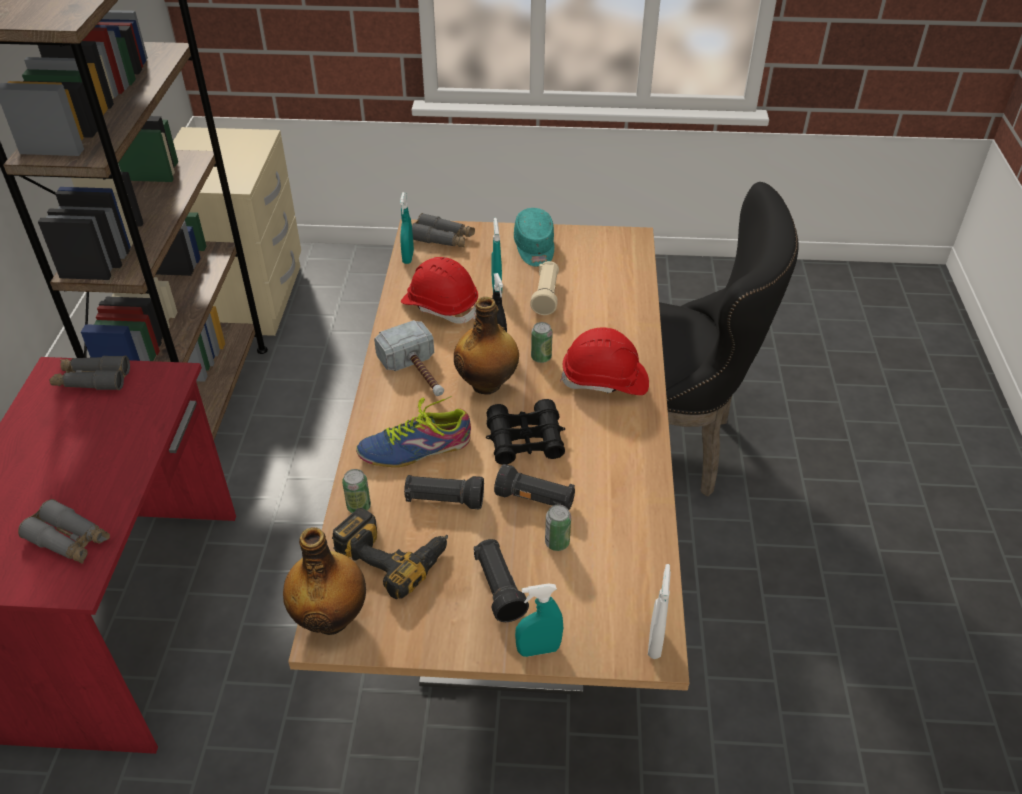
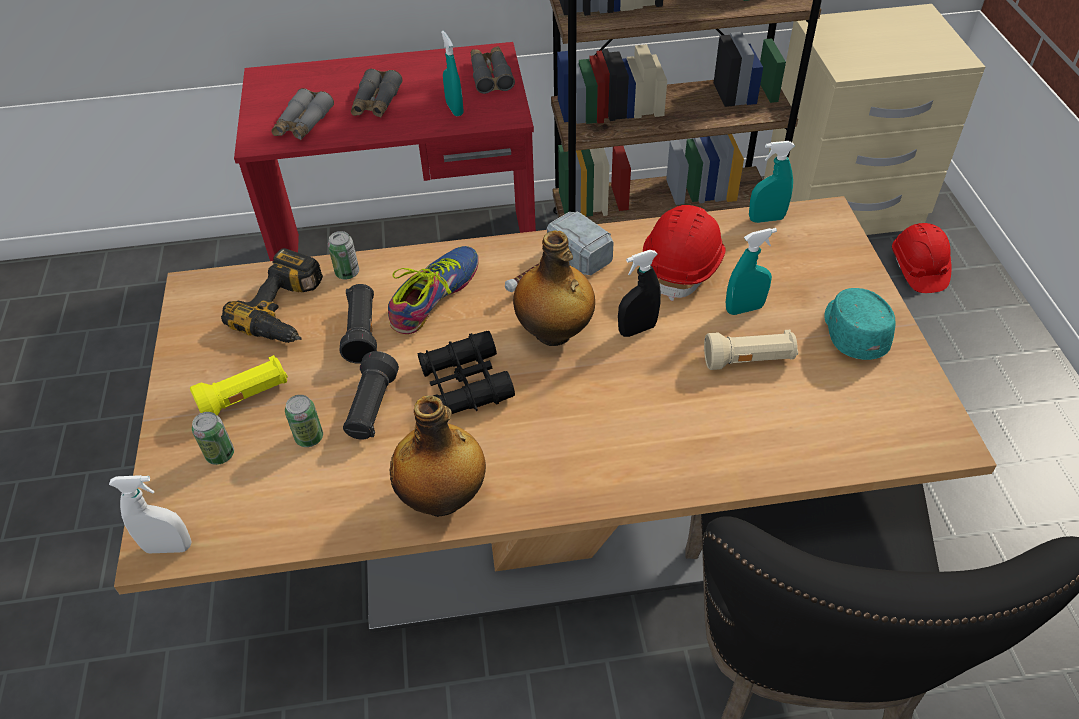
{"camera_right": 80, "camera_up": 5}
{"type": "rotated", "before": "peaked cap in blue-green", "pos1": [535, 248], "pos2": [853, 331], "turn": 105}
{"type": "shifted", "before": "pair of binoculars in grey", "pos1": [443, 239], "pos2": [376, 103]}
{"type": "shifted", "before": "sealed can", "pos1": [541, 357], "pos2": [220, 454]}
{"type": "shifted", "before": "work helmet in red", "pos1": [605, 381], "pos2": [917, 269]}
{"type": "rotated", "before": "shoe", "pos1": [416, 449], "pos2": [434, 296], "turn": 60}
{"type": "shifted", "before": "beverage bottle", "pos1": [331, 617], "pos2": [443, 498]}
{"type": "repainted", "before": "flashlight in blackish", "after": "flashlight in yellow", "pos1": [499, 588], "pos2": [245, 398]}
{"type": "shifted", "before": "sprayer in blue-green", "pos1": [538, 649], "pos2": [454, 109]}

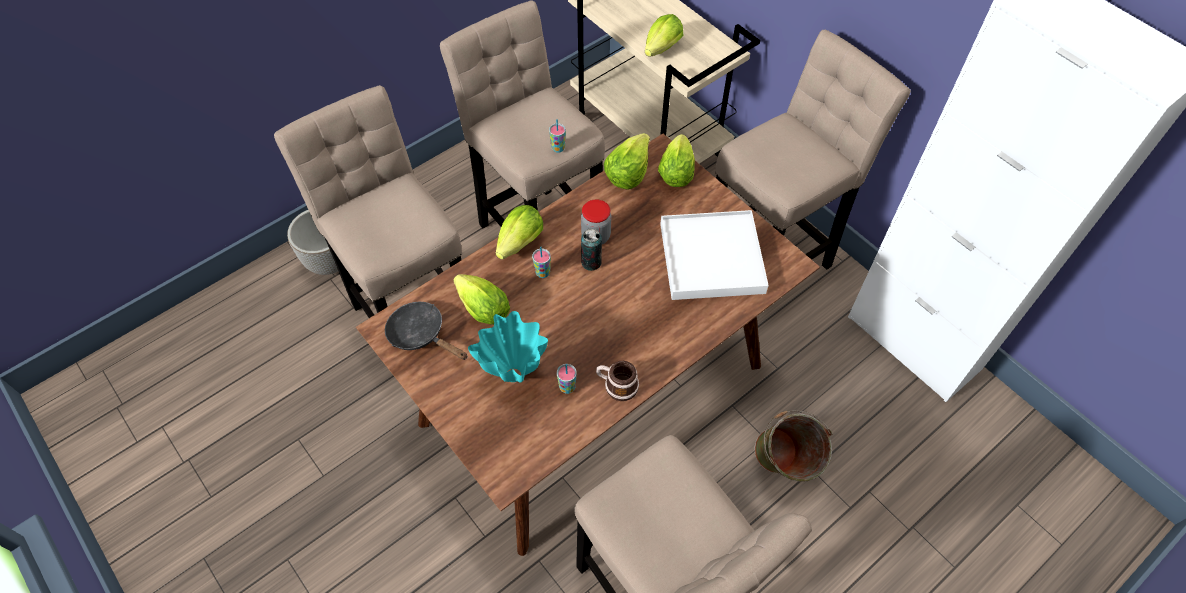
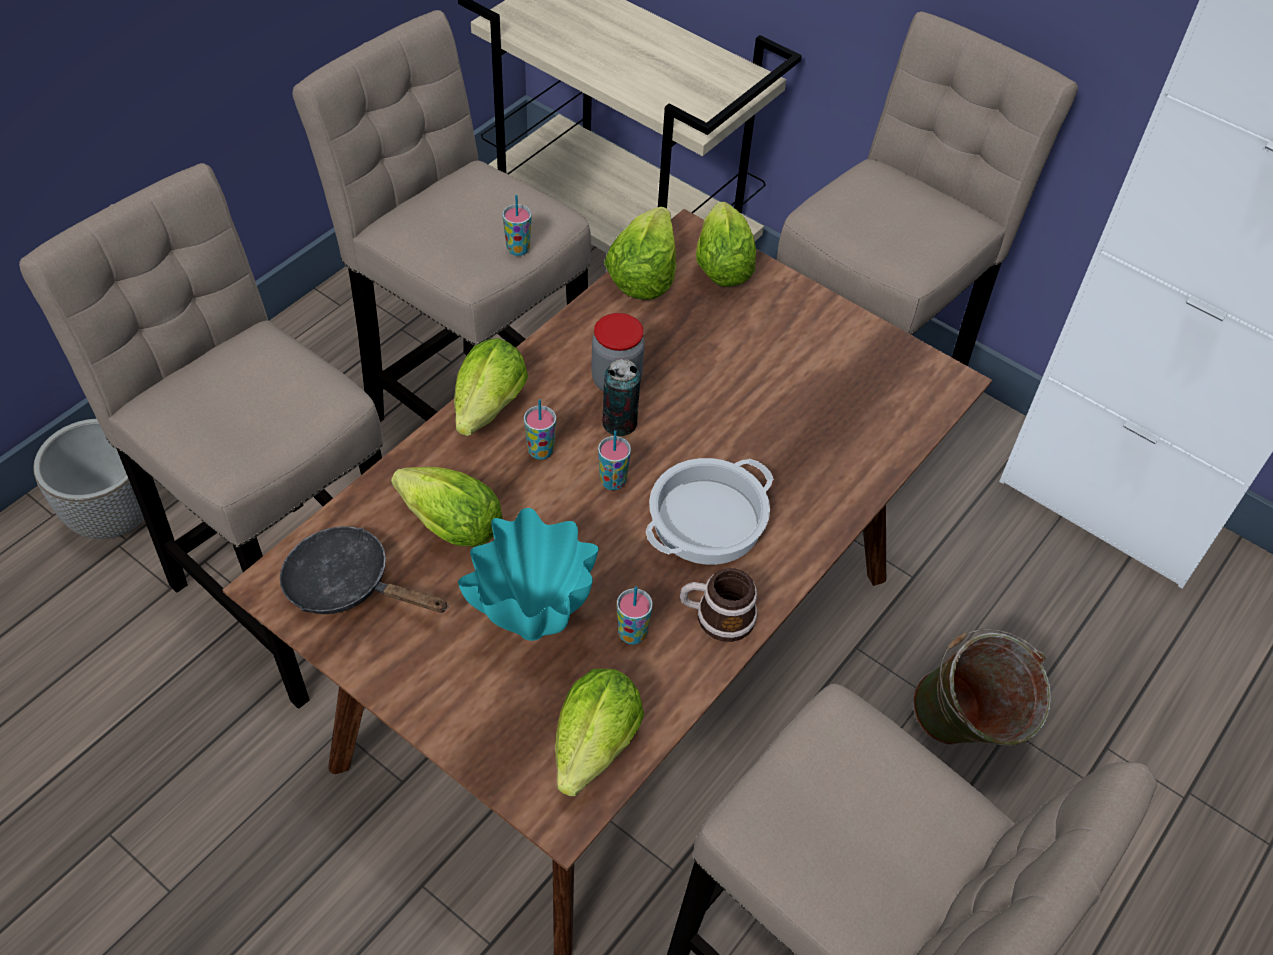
{"camera_right": -15, "camera_up": -5}
{"type": "shifted", "before": "lettuce", "pos1": [660, 50], "pos2": [591, 752]}
{"type": "gone", "before": "serving tray in white", "pos1": [711, 258]}
{"type": "new", "after": "small cup", "pos2": [613, 481]}
{"type": "new", "after": "cooking pot", "pos2": [707, 521]}

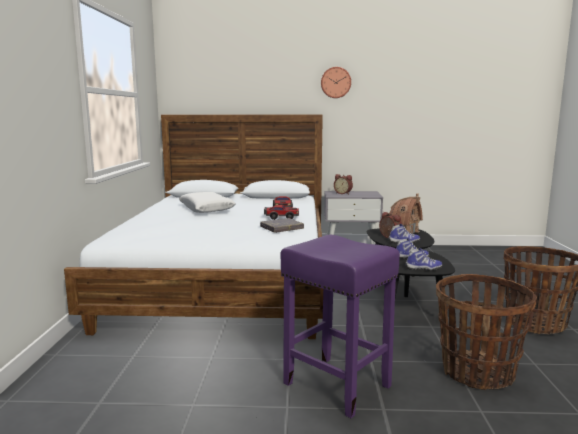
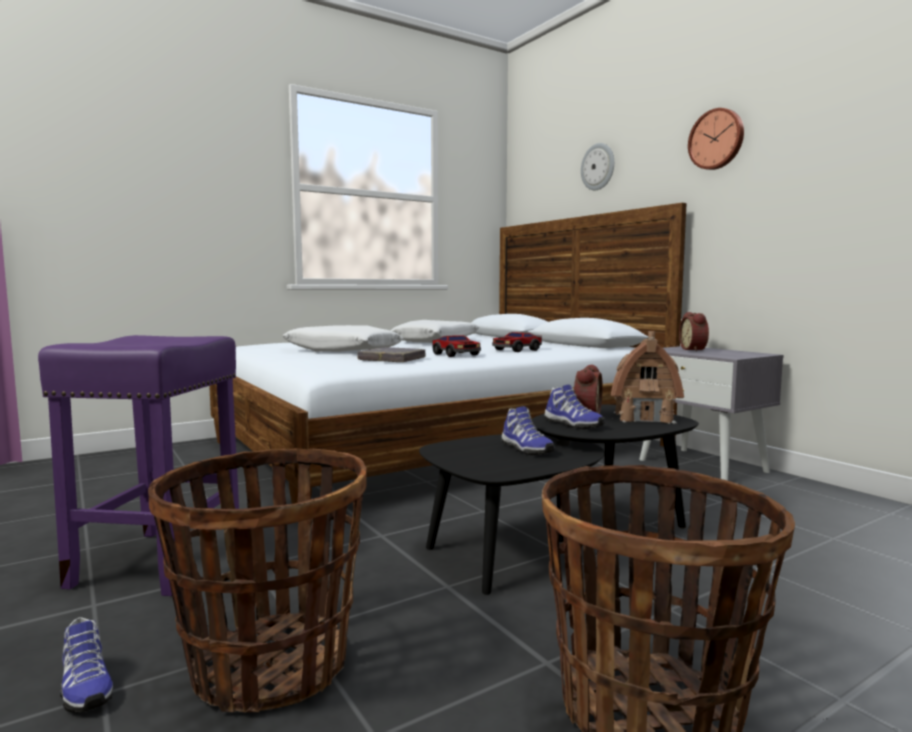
{"camera_right": 55, "camera_up": -5}
{"type": "shifted", "before": "shoe", "pos1": [423, 269], "pos2": [84, 687]}
{"type": "new", "after": "hanging clock", "pos2": [598, 167]}
{"type": "new", "after": "throw pillow in white", "pos2": [343, 351]}

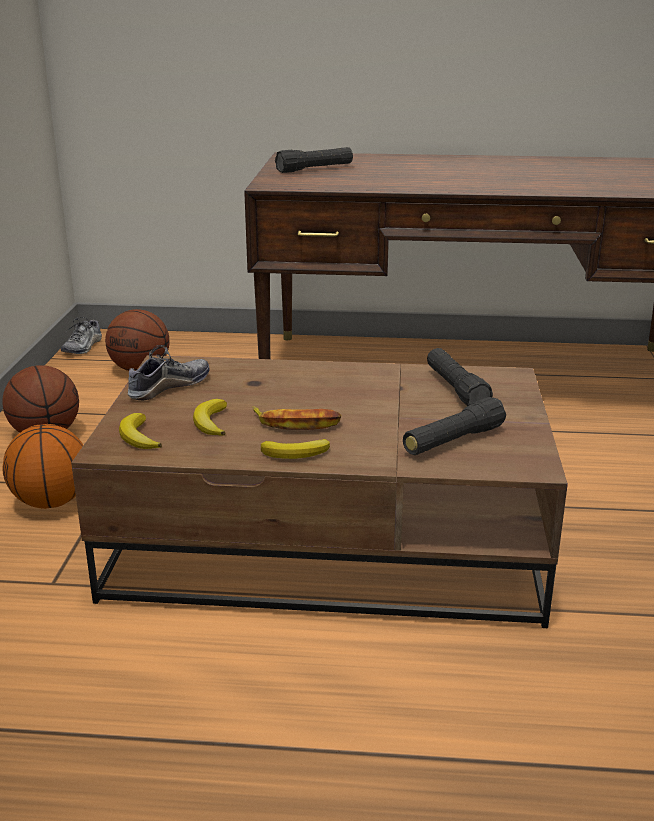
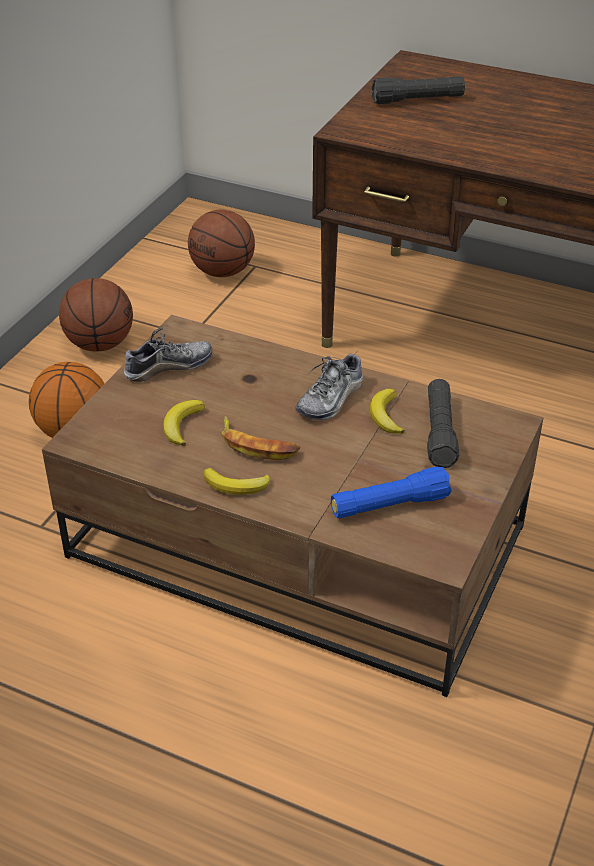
{"camera_right": 20, "camera_up": 15}
{"type": "shifted", "before": "shoe", "pos1": [83, 347], "pos2": [331, 399]}
{"type": "repainted", "before": "flashlight in blackish", "after": "flashlight in blue", "pos1": [453, 441], "pos2": [389, 505]}
{"type": "shifted", "before": "whole banana", "pos1": [138, 437], "pos2": [386, 415]}

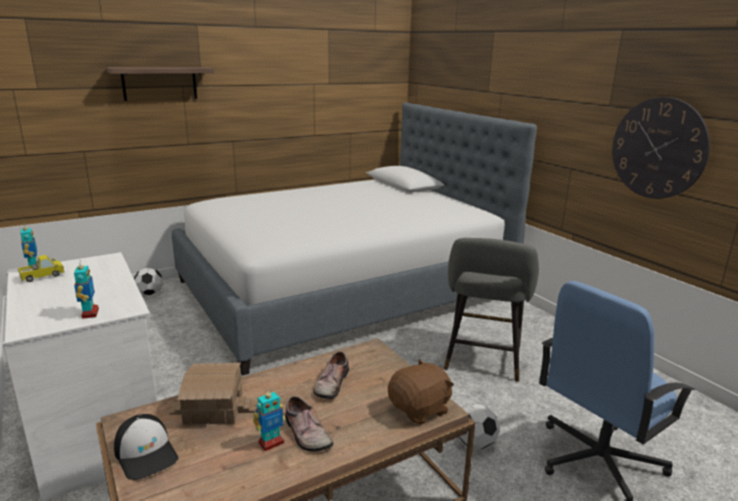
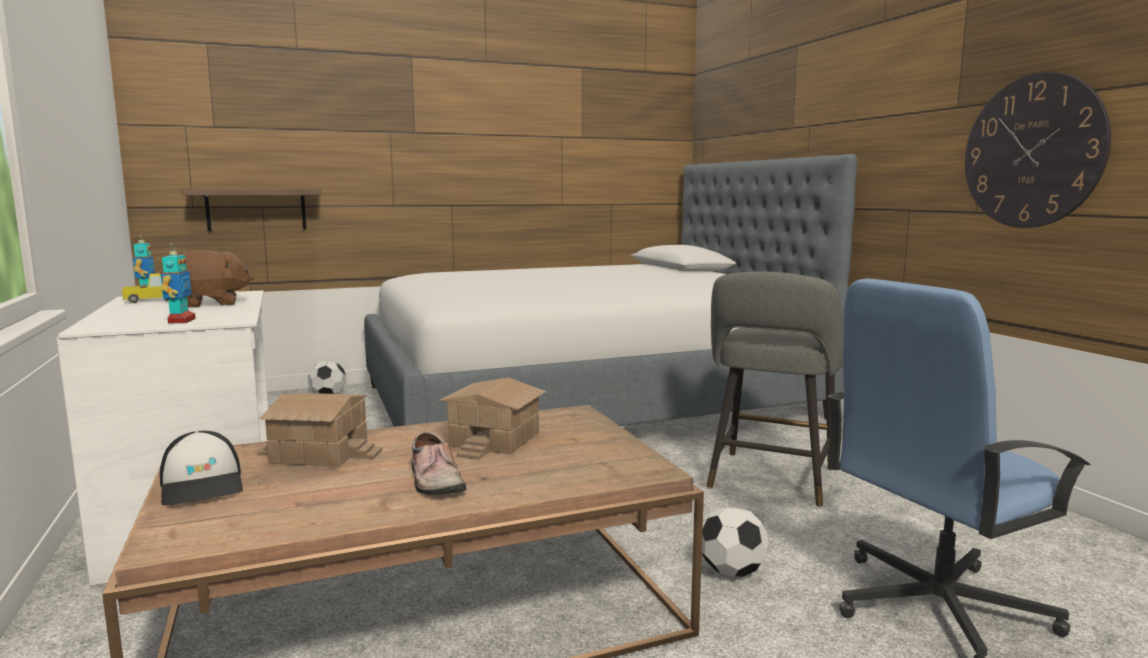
{"camera_right": 10, "camera_up": -10}
{"type": "shifted", "before": "shelf", "pos1": [159, 83], "pos2": [256, 209]}
{"type": "swapped", "before": "shoe", "after": "model house", "pos1": [330, 383], "pos2": [496, 439]}
{"type": "shifted", "before": "cuddly toy in brown", "pos1": [420, 409], "pos2": [210, 303]}
{"type": "gone", "before": "toy robot", "pos1": [271, 443]}

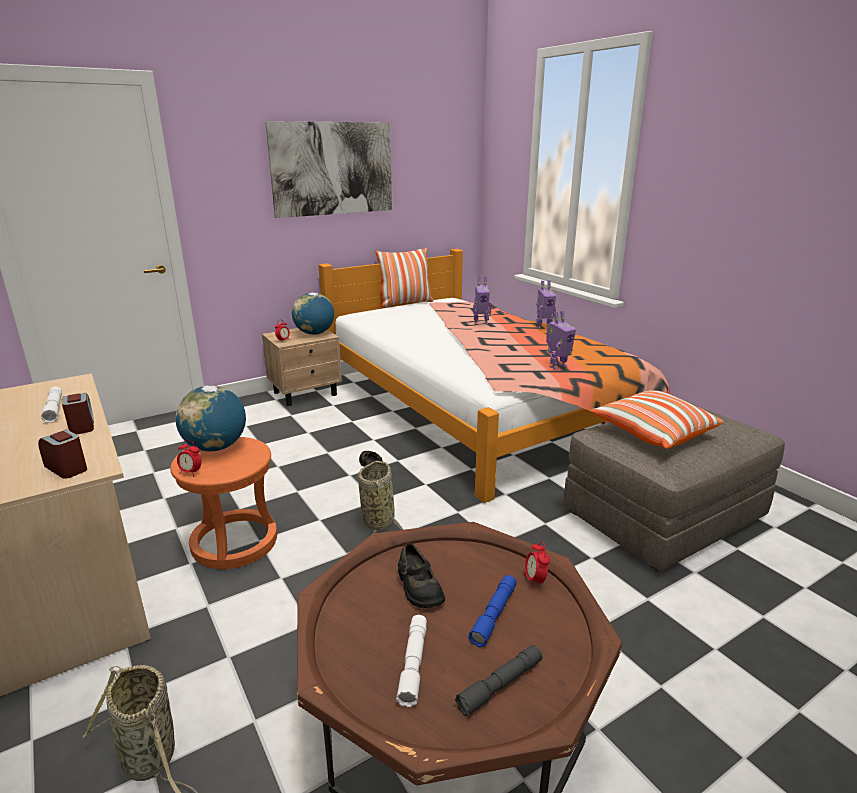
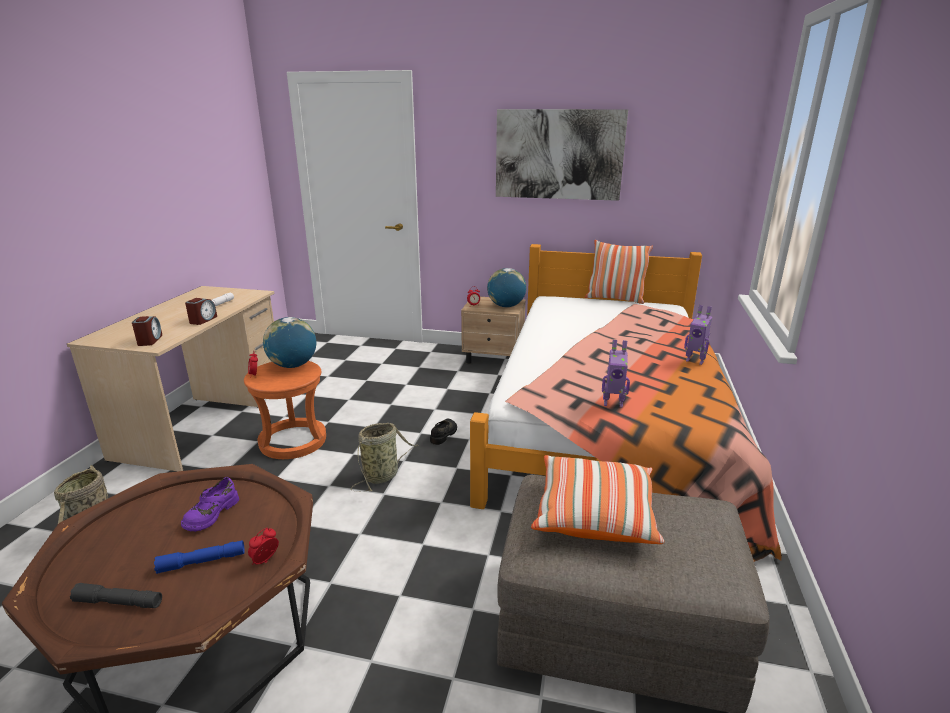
{"camera_right": 45, "camera_up": 0}
{"type": "gone", "before": "toy robot", "pos1": [480, 323]}
{"type": "repainted", "before": "shoe in blackish", "after": "shoe in purple", "pos1": [418, 587], "pos2": [211, 514]}
{"type": "gone", "before": "flashlight in white", "pos1": [413, 664]}

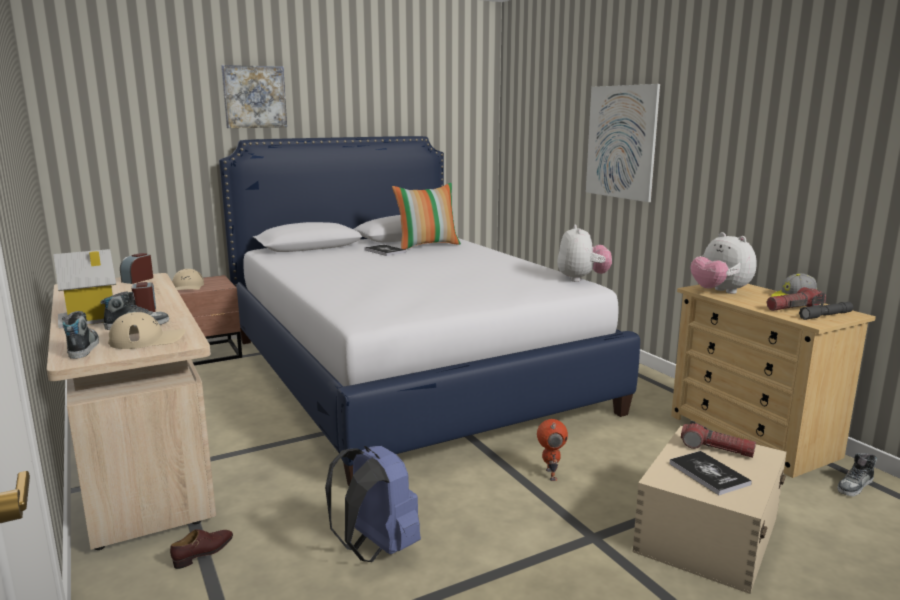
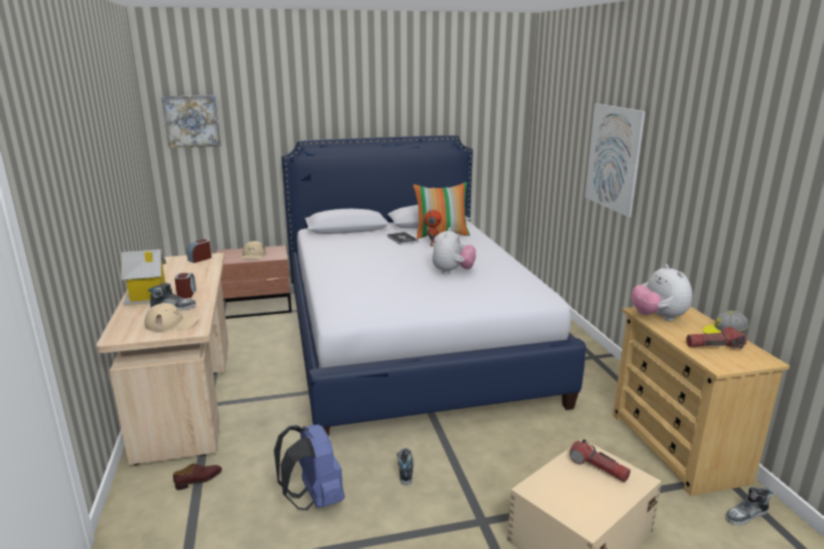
{"camera_right": 15, "camera_up": 5}
{"type": "shifted", "before": "wall picture", "pos1": [254, 97], "pos2": [192, 121]}
{"type": "shifted", "before": "cuddly toy", "pos1": [582, 279], "pos2": [452, 272]}
{"type": "gone", "before": "flashlight in grey", "pos1": [825, 316]}
{"type": "shifted", "before": "shoe", "pos1": [83, 348], "pos2": [405, 470]}
{"type": "shifted", "before": "toy robot", "pos1": [550, 474], "pos2": [432, 244]}
{"type": "gone", "before": "bound book", "pos1": [709, 474]}

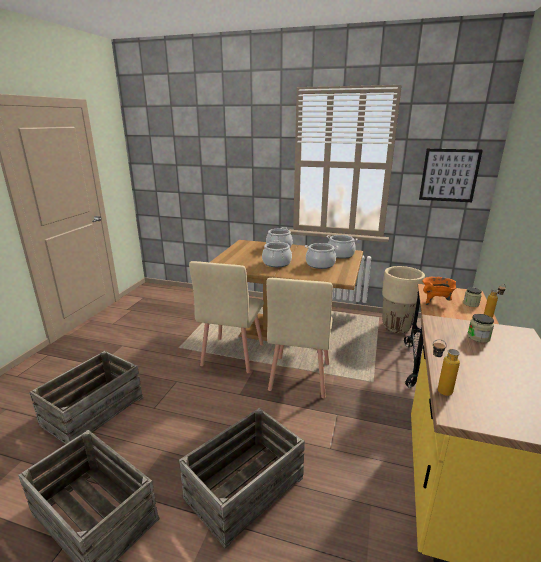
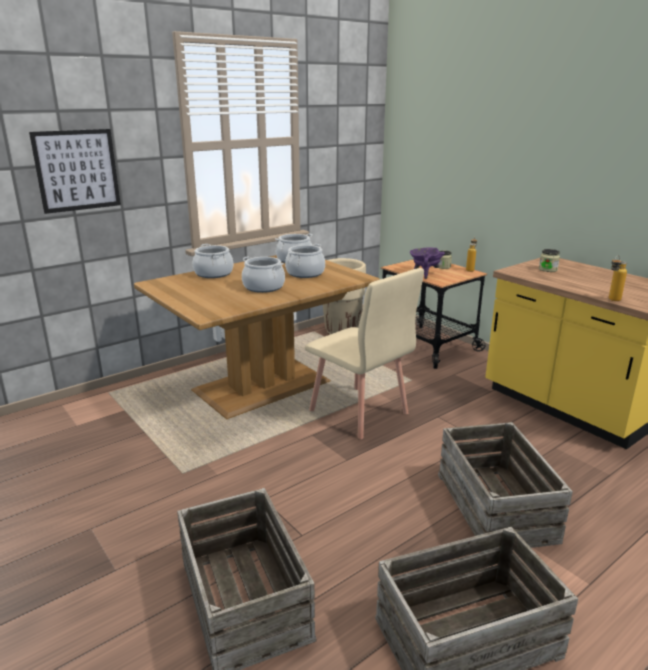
{"camera_right": -55, "camera_up": 0}
{"type": "shifted", "before": "wall picture", "pos1": [449, 175], "pos2": [77, 170]}
{"type": "gone", "before": "chair in beige-coloured", "pos1": [232, 355]}
{"type": "repainted", "before": "cooking pot in orangey", "after": "cooking pot in purple", "pos1": [436, 302], "pos2": [425, 274]}

